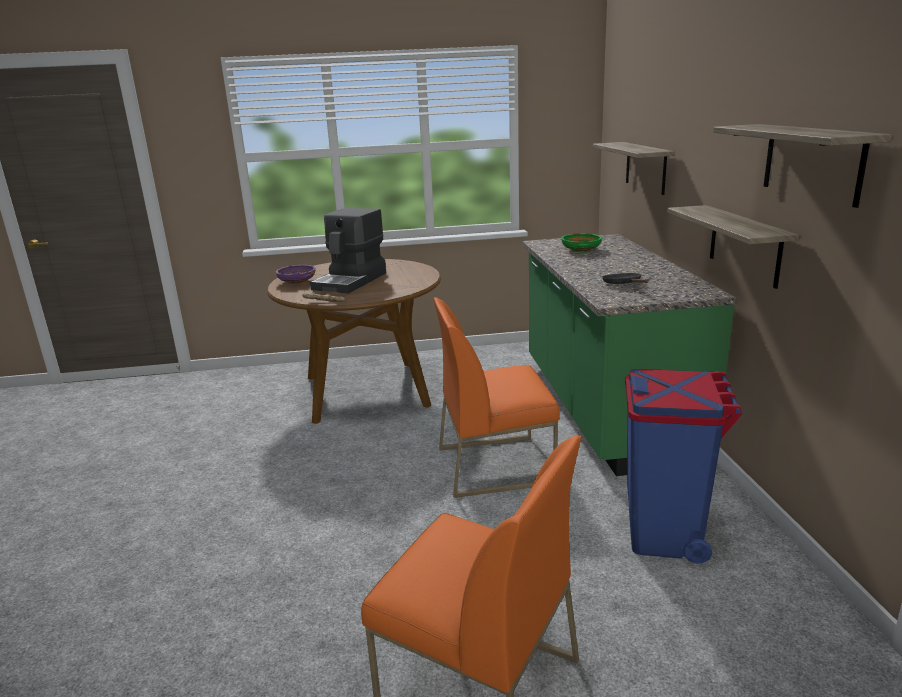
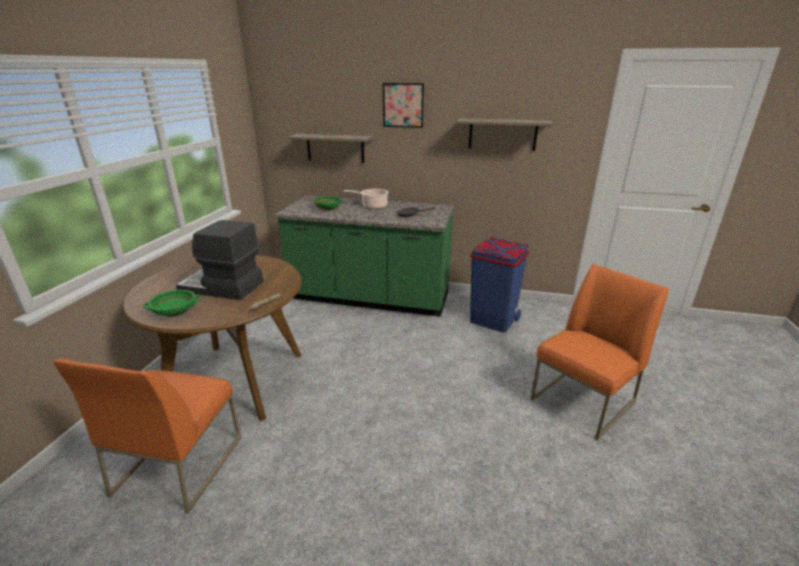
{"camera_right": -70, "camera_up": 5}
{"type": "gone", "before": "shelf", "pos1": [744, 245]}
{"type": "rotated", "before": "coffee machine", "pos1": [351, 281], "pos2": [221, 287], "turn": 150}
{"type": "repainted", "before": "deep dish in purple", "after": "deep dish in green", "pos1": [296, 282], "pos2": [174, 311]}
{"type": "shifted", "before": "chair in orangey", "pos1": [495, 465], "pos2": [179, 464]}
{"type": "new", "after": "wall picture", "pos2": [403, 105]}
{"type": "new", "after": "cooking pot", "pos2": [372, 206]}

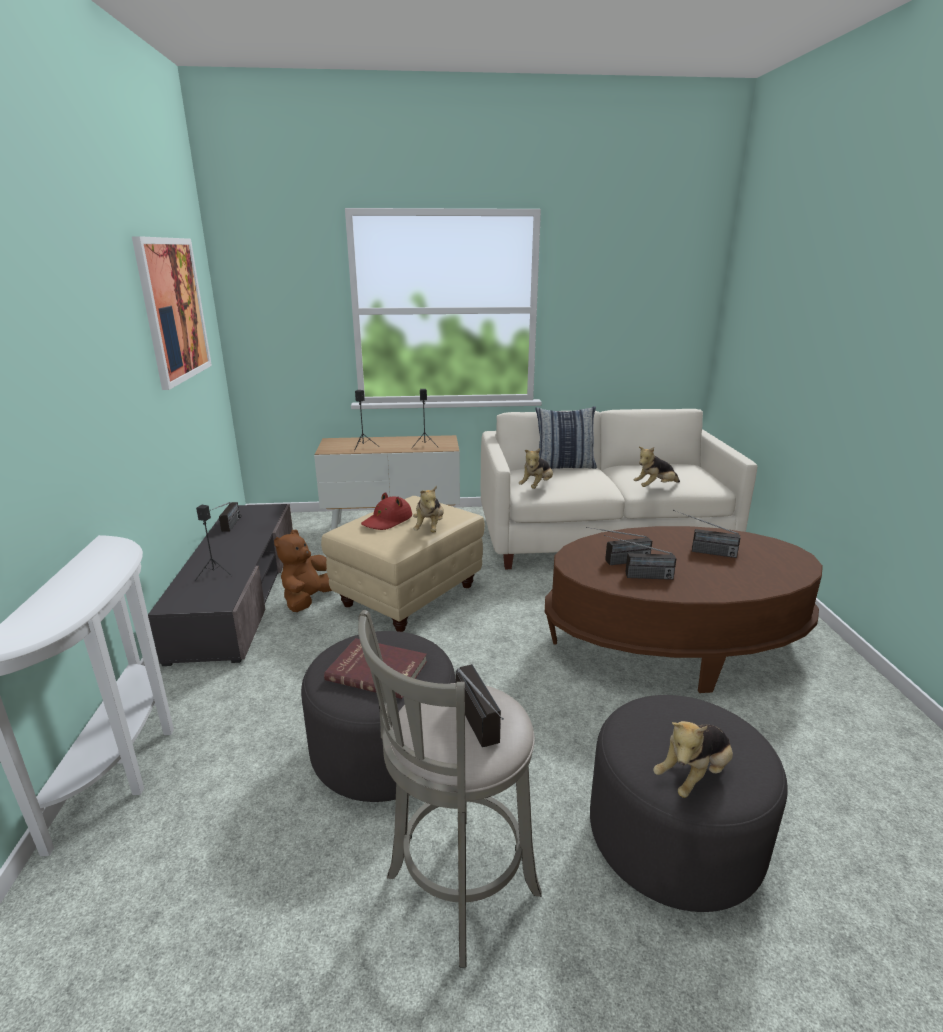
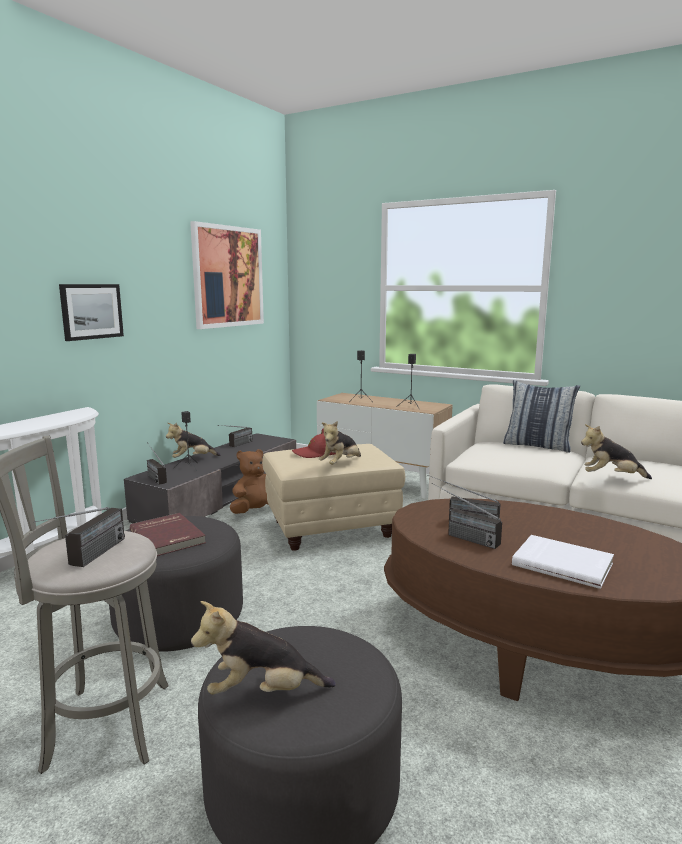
{"camera_right": 35, "camera_up": -10}
{"type": "shifted", "before": "cuddly toy", "pos1": [537, 486], "pos2": [192, 459]}
{"type": "shifted", "before": "radio receiver", "pos1": [701, 551], "pos2": [153, 477]}
{"type": "new", "after": "wall picture", "pos2": [91, 311]}
{"type": "new", "after": "bound book in white", "pos2": [562, 563]}

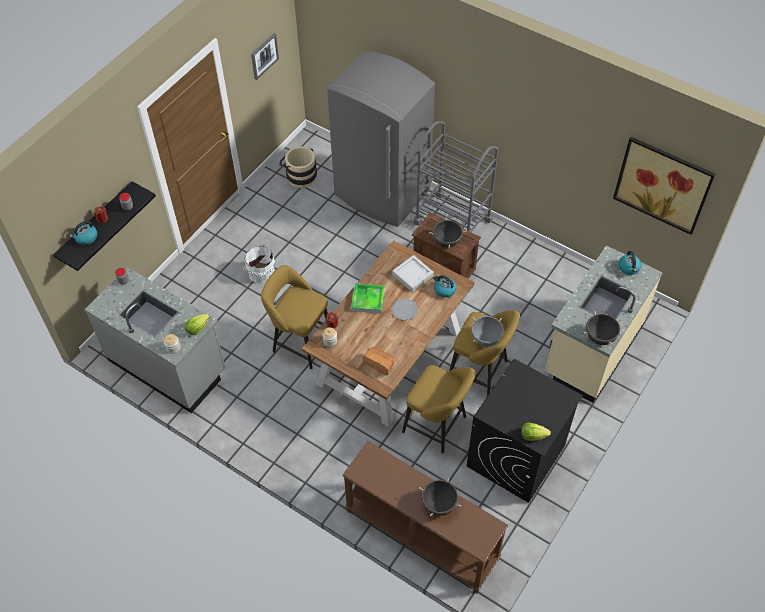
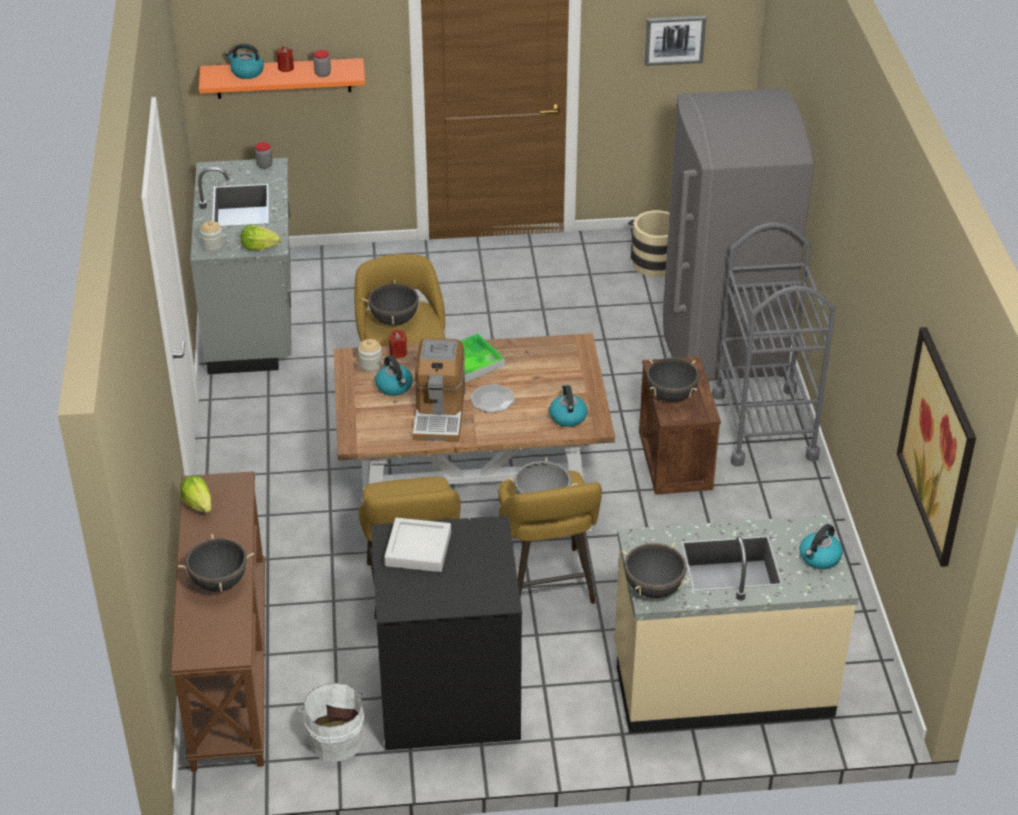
{"camera_right": 50, "camera_up": -15}
{"type": "repainted", "before": "shelf in blackish", "after": "shelf in orangey", "pos1": [96, 225], "pos2": [283, 78]}
{"type": "shifted", "before": "pail in white", "pos1": [260, 273], "pos2": [335, 739]}
{"type": "shifted", "before": "serving tray in grey", "pos1": [412, 275], "pos2": [418, 549]}
{"type": "gone", "before": "bakery bread", "pos1": [379, 364]}
{"type": "shifted", "before": "lettuce", "pos1": [533, 435], "pos2": [198, 504]}
{"type": "new", "after": "cooking pot in blackish", "pos2": [394, 320]}
{"type": "new", "after": "coffee machine", "pos2": [439, 413]}
{"type": "new", "after": "kettle", "pos2": [394, 387]}

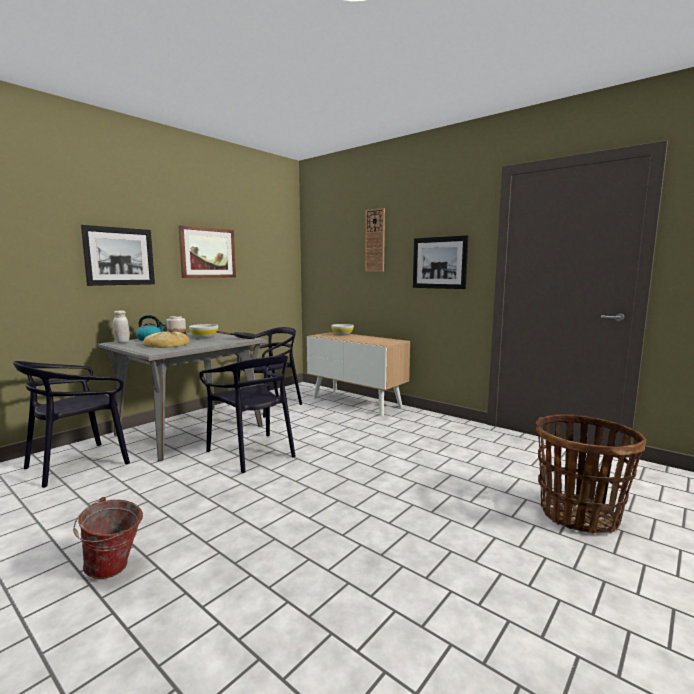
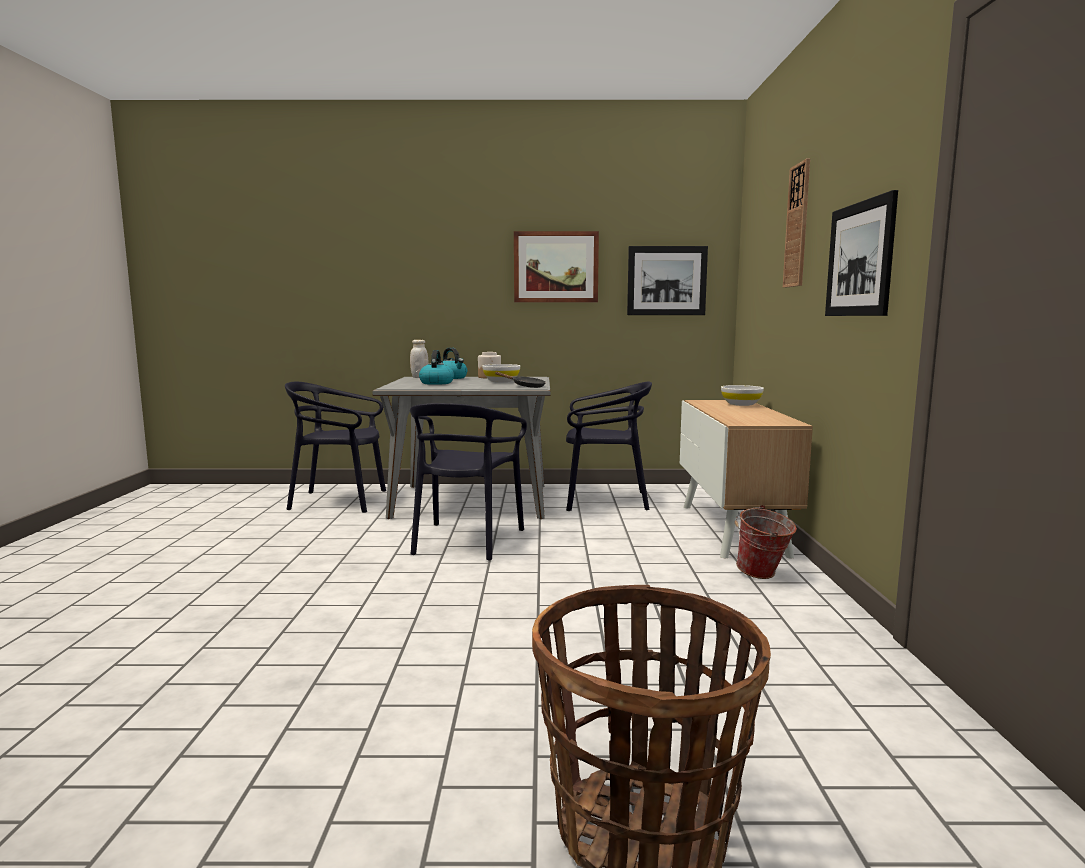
{"camera_right": 50, "camera_up": 0}
{"type": "shifted", "before": "wall picture", "pos1": [119, 256], "pos2": [666, 280]}
{"type": "swapped", "before": "bakery bread", "after": "kettle", "pos1": [167, 344], "pos2": [436, 383]}
{"type": "shifted", "before": "pail", "pos1": [113, 570], "pos2": [761, 576]}

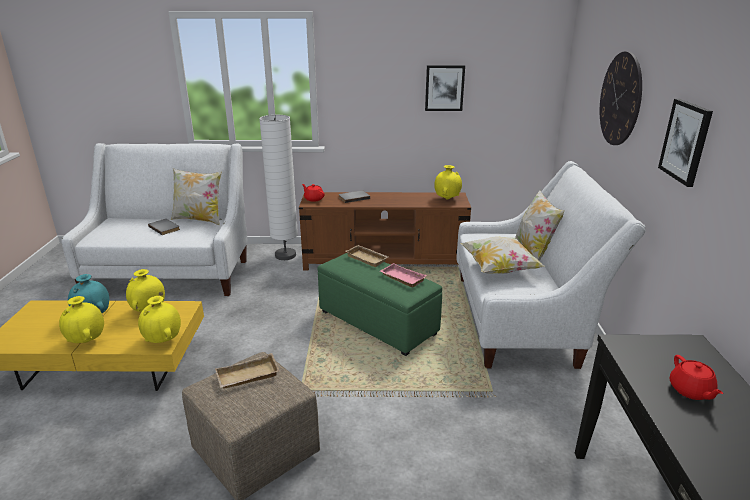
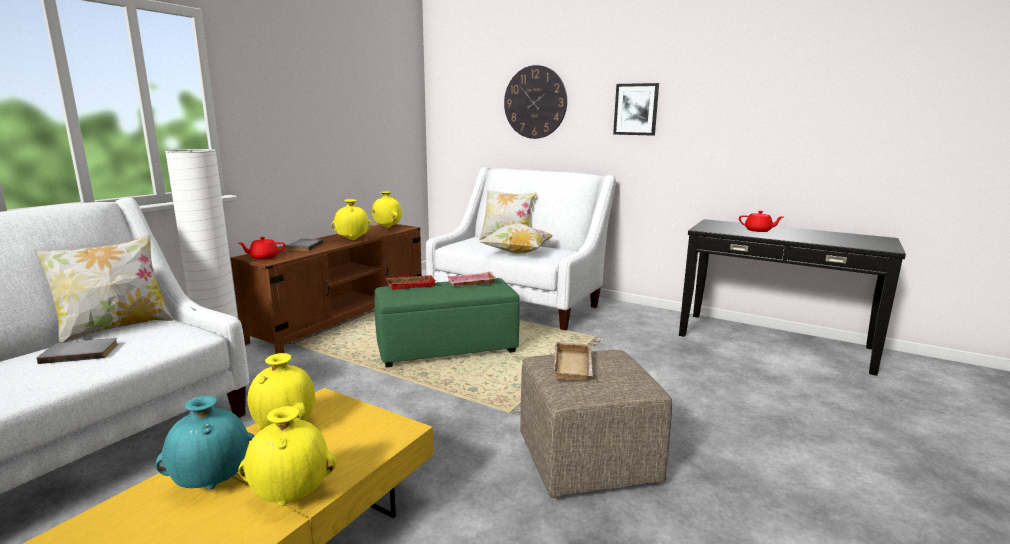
{"camera_right": -60, "camera_up": -10}
{"type": "gone", "before": "wall picture", "pos1": [444, 88]}
{"type": "repainted", "before": "serving tray in beige-coloured", "after": "serving tray in red", "pos1": [368, 258], "pos2": [411, 285]}
{"type": "shifted", "before": "vase in yellow", "pos1": [163, 341], "pos2": [353, 240]}

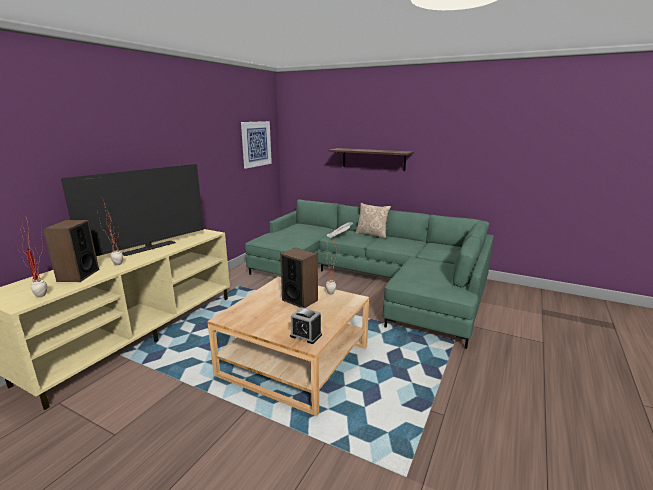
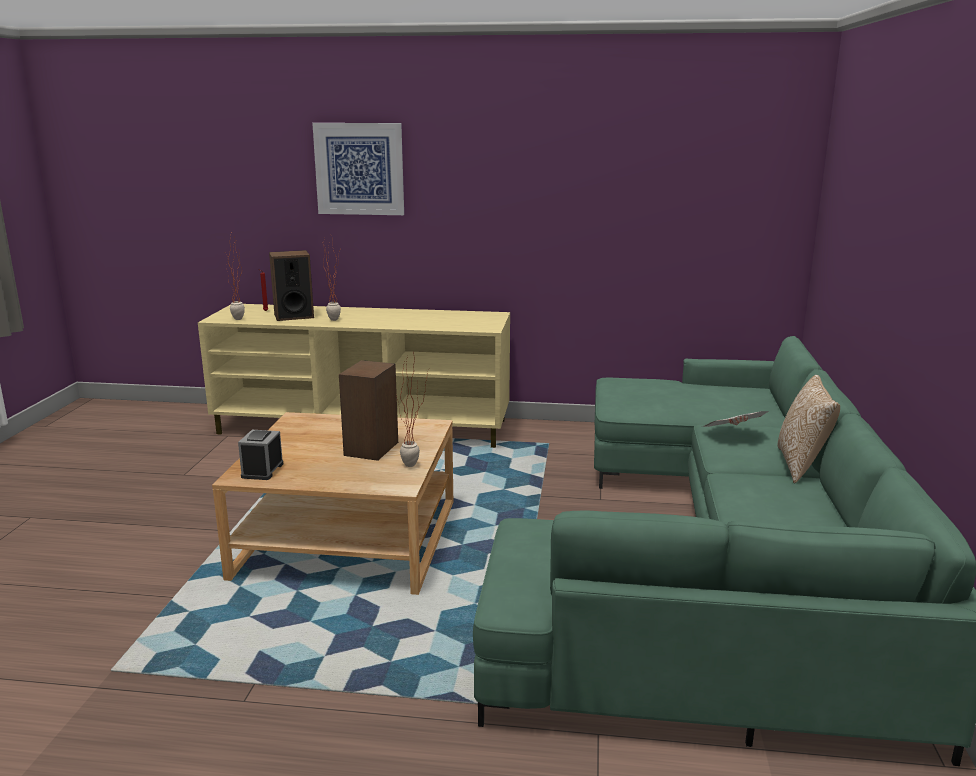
{"camera_right": 70, "camera_up": 0}
{"type": "shifted", "before": "wall picture", "pos1": [256, 144], "pos2": [359, 169]}
{"type": "gone", "before": "shelf", "pos1": [373, 159]}
{"type": "gone", "before": "TV set", "pos1": [149, 248]}

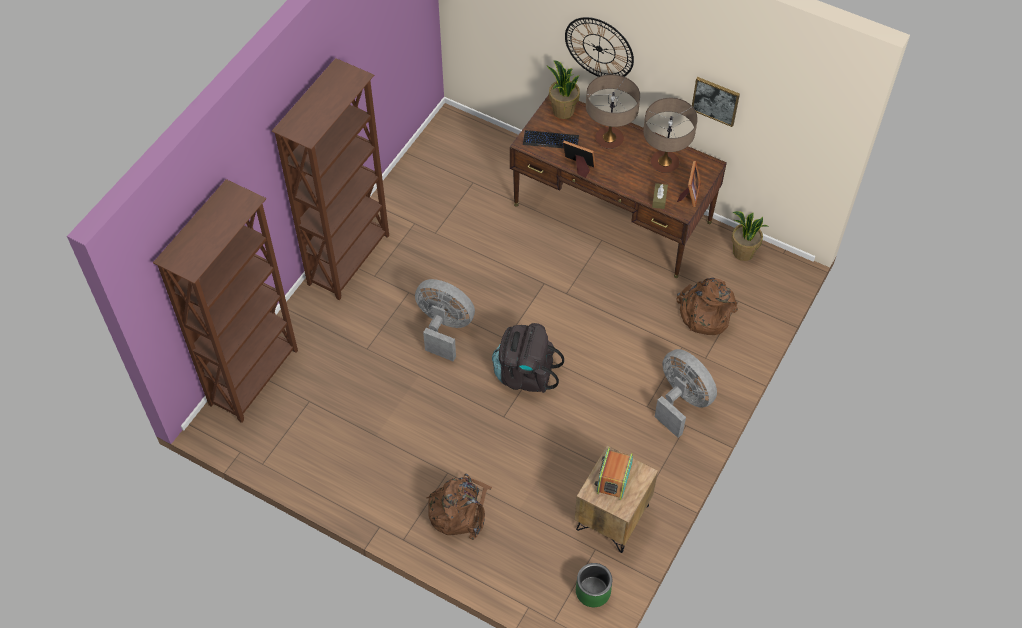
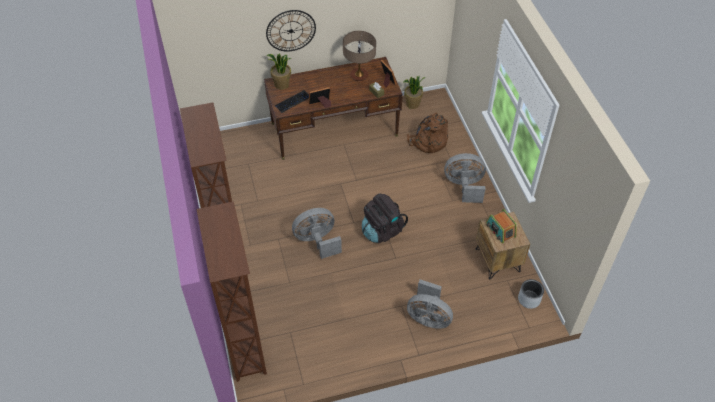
{"camera_right": -45, "camera_up": -5}
{"type": "gone", "before": "lamp for a table", "pos1": [609, 140]}
{"type": "gone", "before": "wall picture", "pos1": [715, 101]}
{"type": "swapped", "before": "knapsack in brown", "after": "fan in grey", "pos1": [459, 510], "pos2": [428, 317]}
{"type": "repainted", "before": "planter in green", "after": "planter in grey", "pos1": [593, 591], "pos2": [529, 299]}

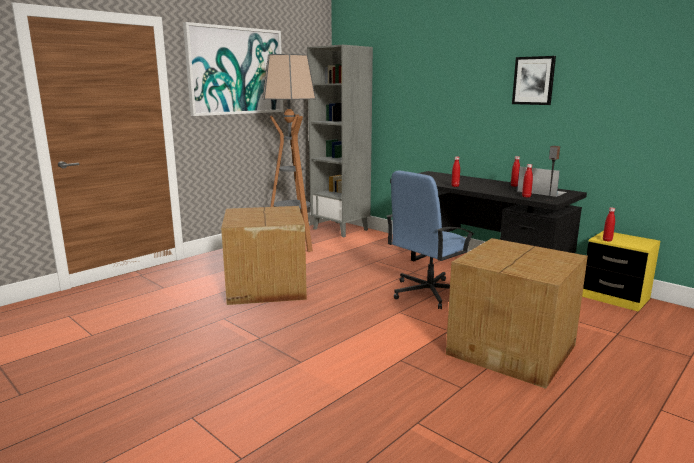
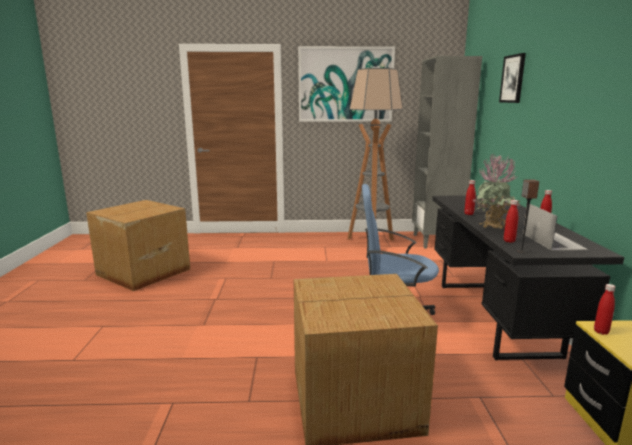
{"camera_right": 45, "camera_up": 0}
{"type": "shifted", "before": "wall picture", "pos1": [533, 80], "pos2": [513, 79]}
{"type": "shifted", "before": "packing box", "pos1": [265, 287], "pos2": [142, 272]}
{"type": "new", "after": "houseplant", "pos2": [493, 229]}

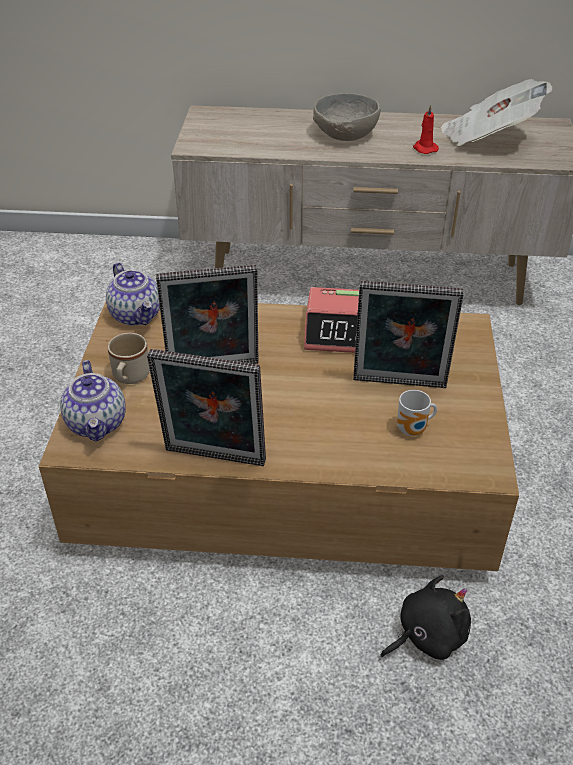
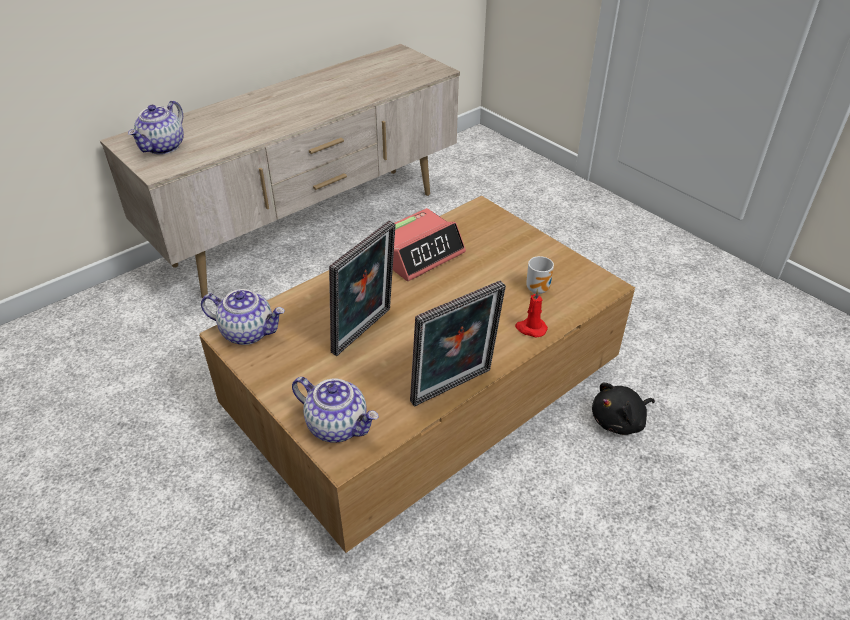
{"camera_right": -45, "camera_up": 0}
{"type": "gone", "before": "newspaper", "pos1": [488, 137]}
{"type": "gone", "before": "deep dish in grey", "pos1": [344, 134]}
{"type": "shifted", "before": "wax candle in red", "pos1": [424, 148], "pos2": [530, 328]}
{"type": "gone", "before": "standing frame", "pos1": [399, 385]}
{"type": "gone", "before": "coffee mug in beige-coloured", "pos1": [129, 378]}
{"type": "rotated", "before": "cuddly toy in blackish", "pos1": [427, 635], "pos2": [619, 421], "turn": -135}
{"type": "new", "after": "teapot", "pos2": [163, 147]}

